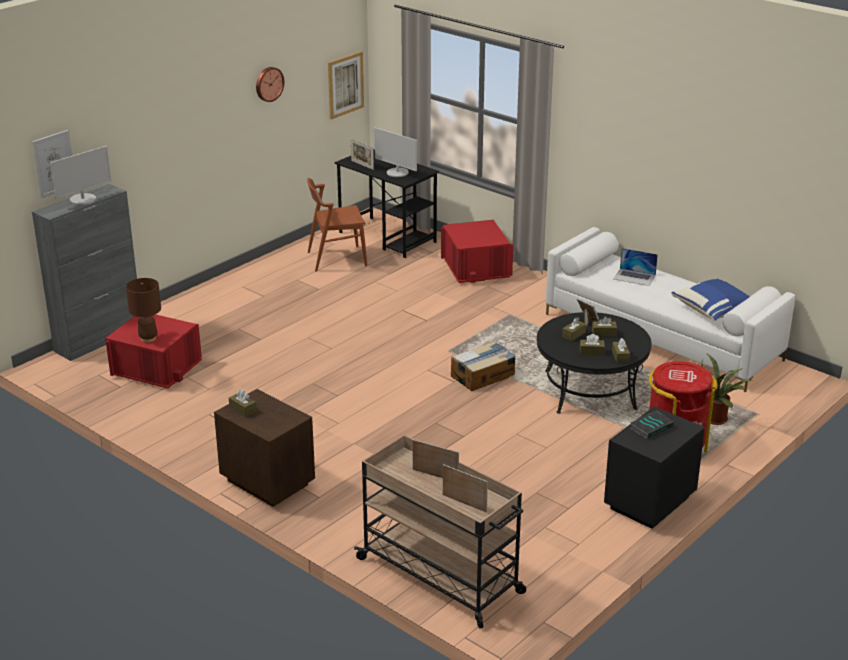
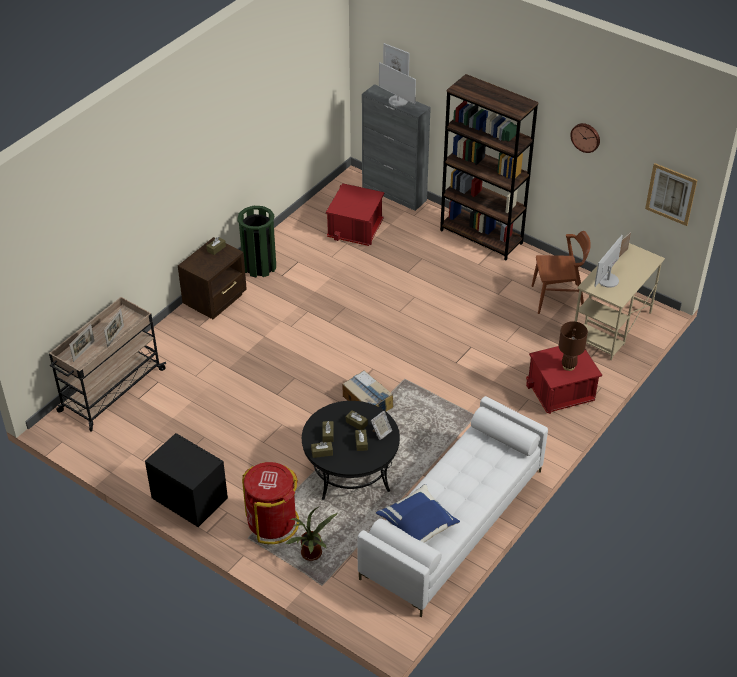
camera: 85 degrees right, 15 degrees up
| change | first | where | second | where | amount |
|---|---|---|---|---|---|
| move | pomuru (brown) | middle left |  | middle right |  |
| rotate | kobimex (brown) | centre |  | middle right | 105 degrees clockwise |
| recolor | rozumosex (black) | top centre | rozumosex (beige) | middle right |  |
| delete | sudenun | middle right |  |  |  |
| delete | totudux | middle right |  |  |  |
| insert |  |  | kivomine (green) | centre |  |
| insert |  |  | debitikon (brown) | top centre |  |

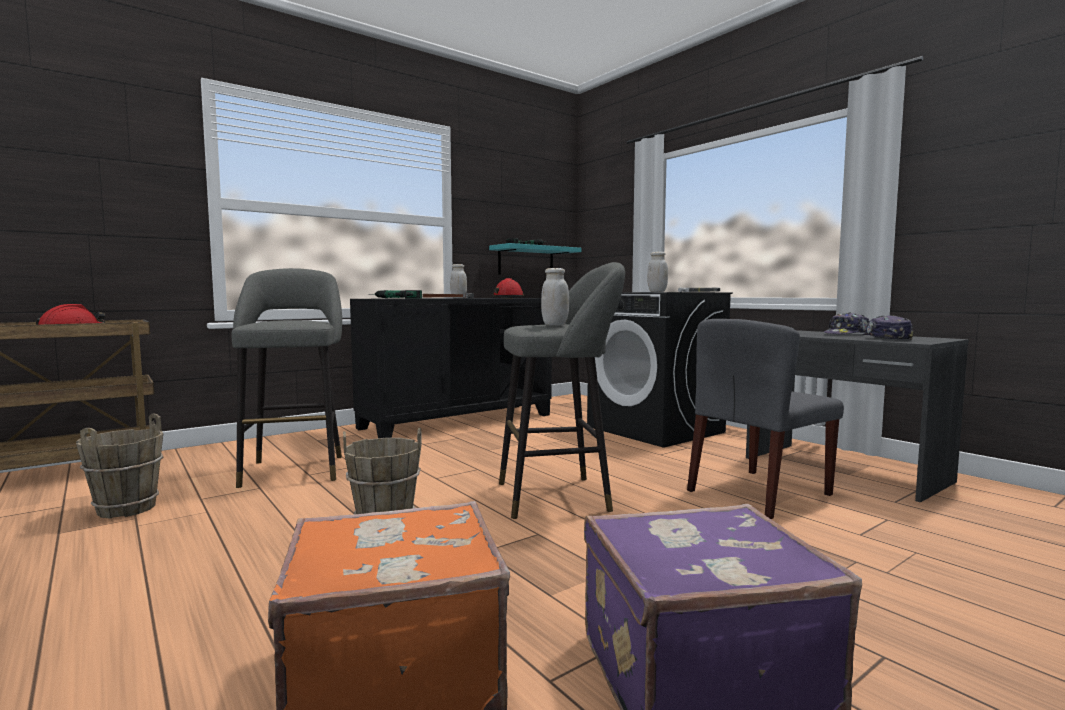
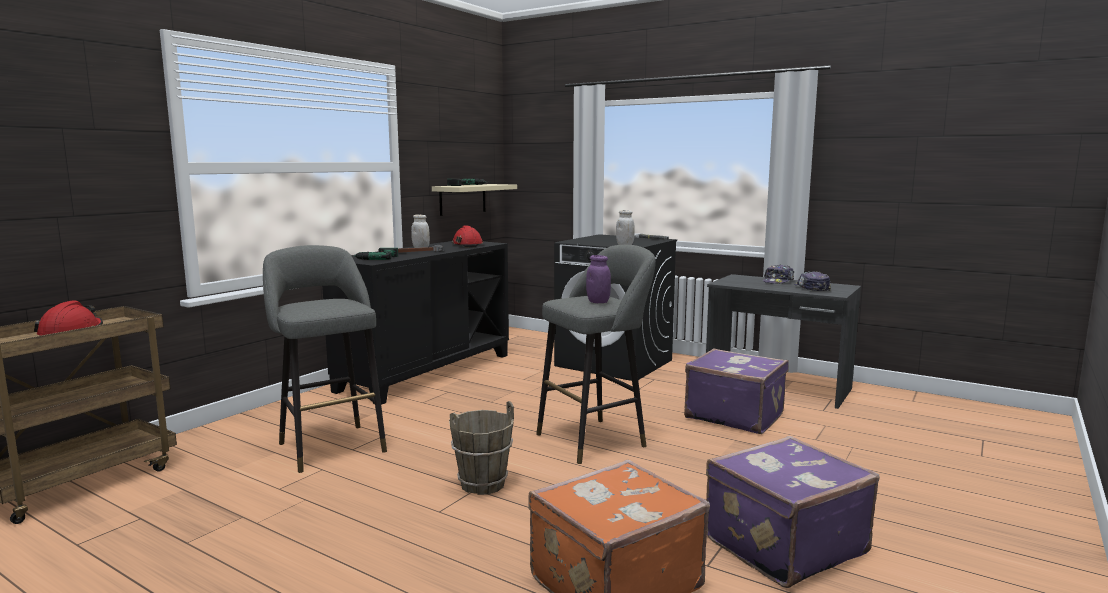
camera: 20 degrees left, 5 degrees up
| change | first | where | second | where | amount |
|---|---|---|---|---|---|
| delete | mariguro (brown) (1st from left) | middle left |  |  |  |
| recolor | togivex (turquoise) | centre | togivex (beige) | centre |  |
| recolor | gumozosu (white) (2nd from left) | centre | gumozosu (purple) | centre |  |
| replace | kobimex (grey) | middle right | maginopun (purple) (1st from left) | centre |  |

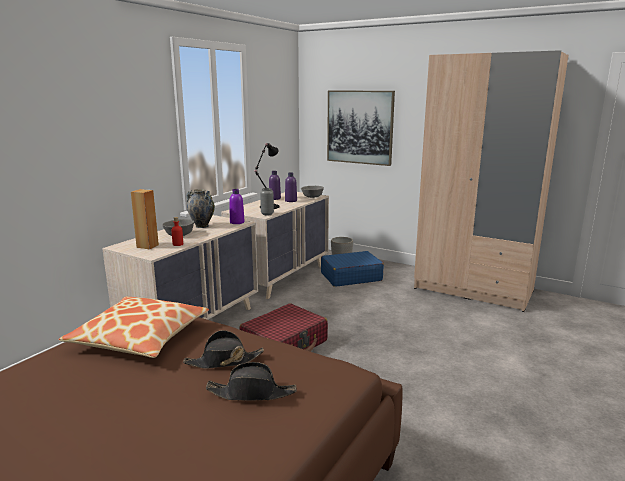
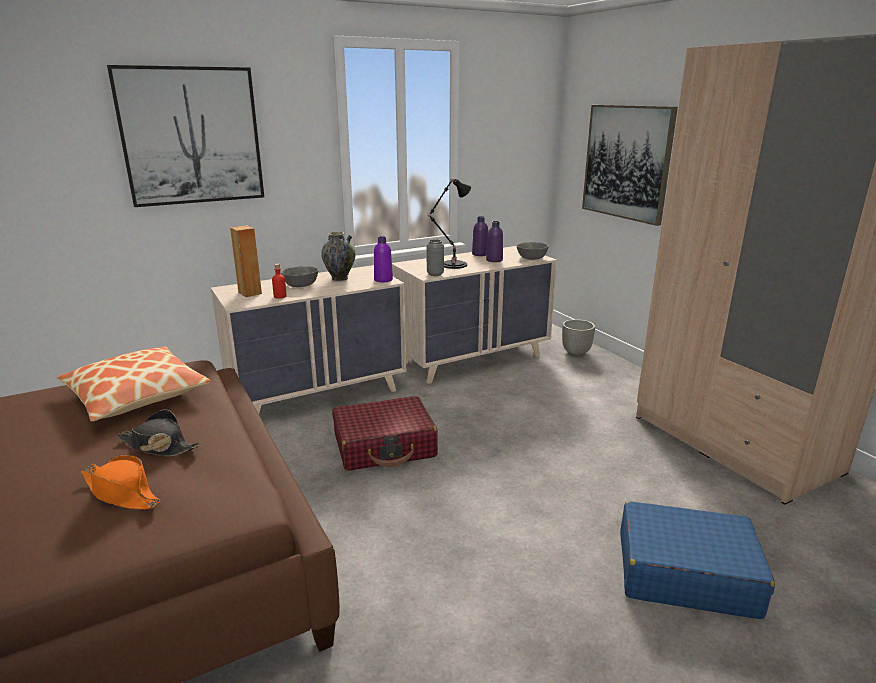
camera: 30 degrees right, 5 degrees up
| change | first | where | second | where | amount |
|---|---|---|---|---|---|
| recolor | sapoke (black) (2nd from left) | bottom centre | sapoke (orange) | bottom left |  |
| move | maginopun (blue) | centre |  | bottom right |  |
| insert |  |  | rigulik (1st from left) | top left |  |

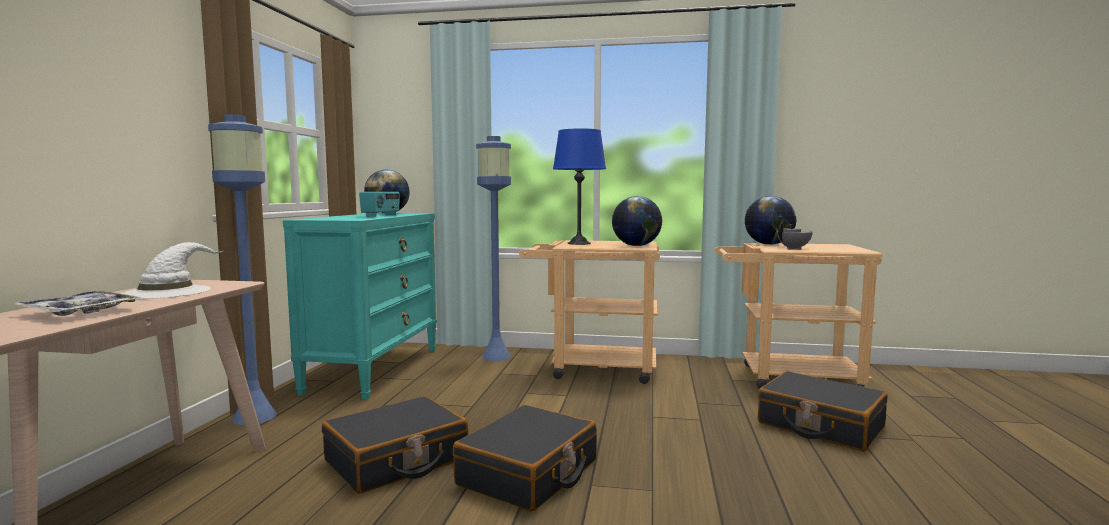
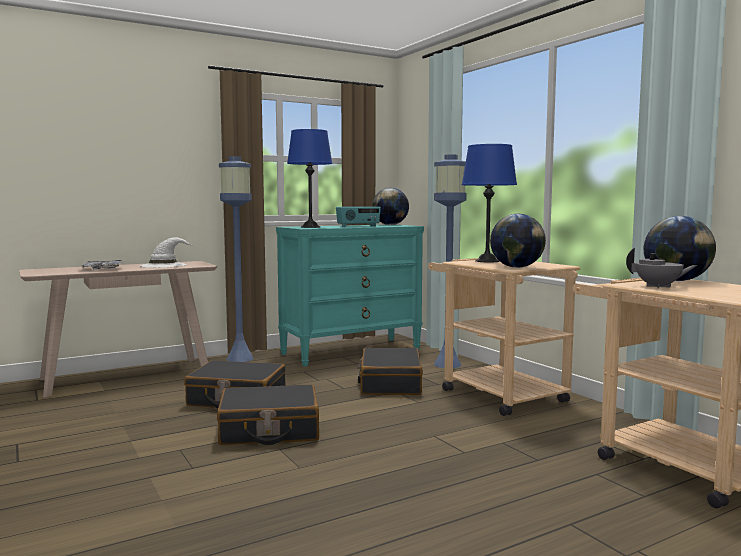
camera: 50 degrees right, 0 degrees up
| change | first | where | second | where | amount |
|---|---|---|---|---|---|
| move | maginopun (black) (3rd from left) | bottom right |  | bottom centre |  |
| insert |  |  | pomuru (blue) (1st from left) | top centre |  |

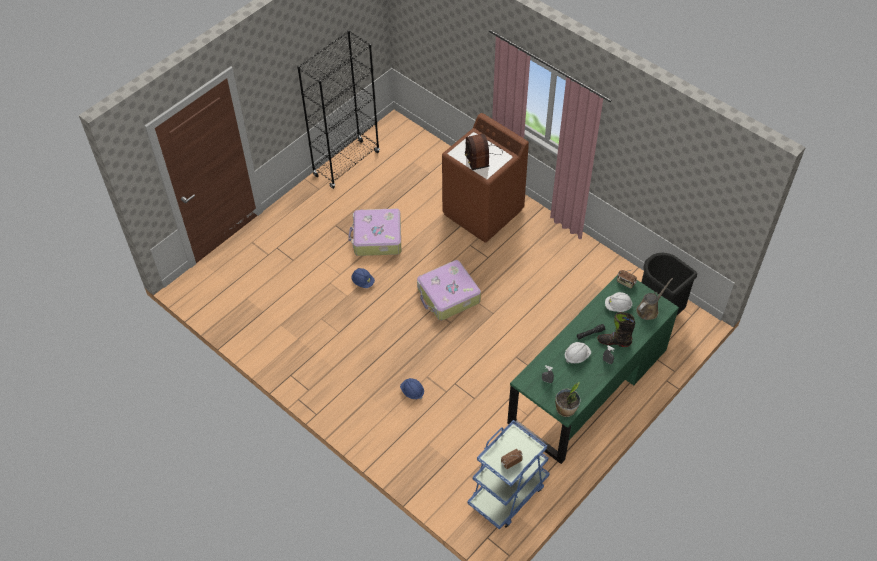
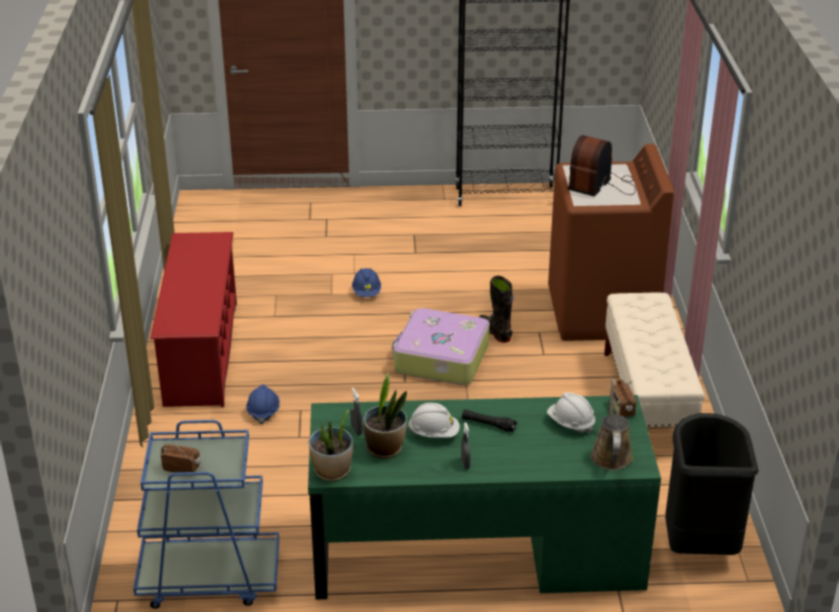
camera: 45 degrees right, 20 degrees down
| change | first | where | second | where | amount |
|---|---|---|---|---|---|
| delete | maginopun (1st from left) | centre |  |  |  |
| move | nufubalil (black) | middle right |  | centre |  |
| rotate | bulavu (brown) | middle right |  | bottom right | 90 degrees counterclockwise |
| insert |  |  | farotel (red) | middle left |  |
| insert |  |  | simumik (2nd from left) | bottom centre |  |
| insert |  |  | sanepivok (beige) | middle right |  |

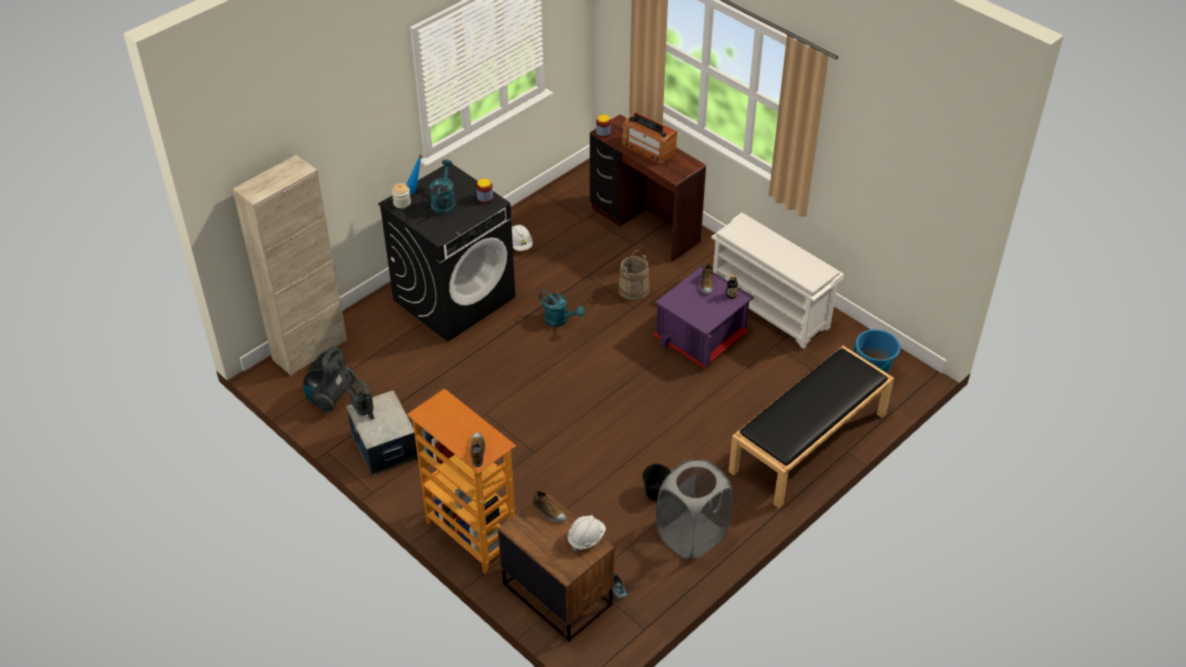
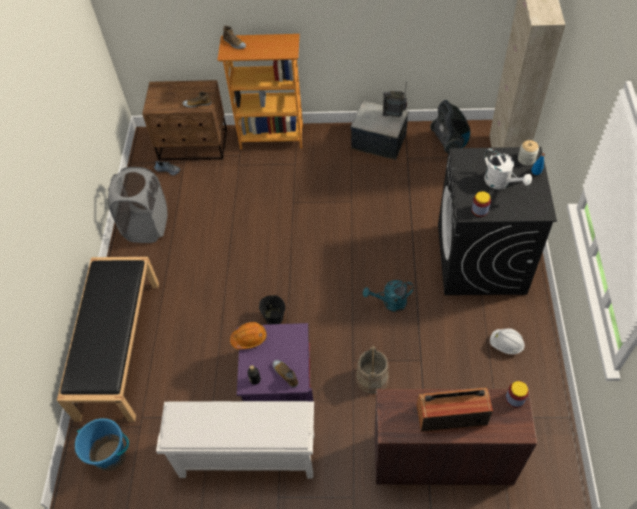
camera: 140 degrees right, 10 degrees up
| change | first | where | second | where | amount |
|---|---|---|---|---|---|
| recolor | bulavu (turquoise) (1st from left) | top centre | bulavu (white) | top right |  |
| delete | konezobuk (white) (2nd from left) | bottom centre |  |  |  |
| move | mariguro (black) | bottom centre |  | centre |  |
| insert |  |  | konezobuk (orange) | centre |  |

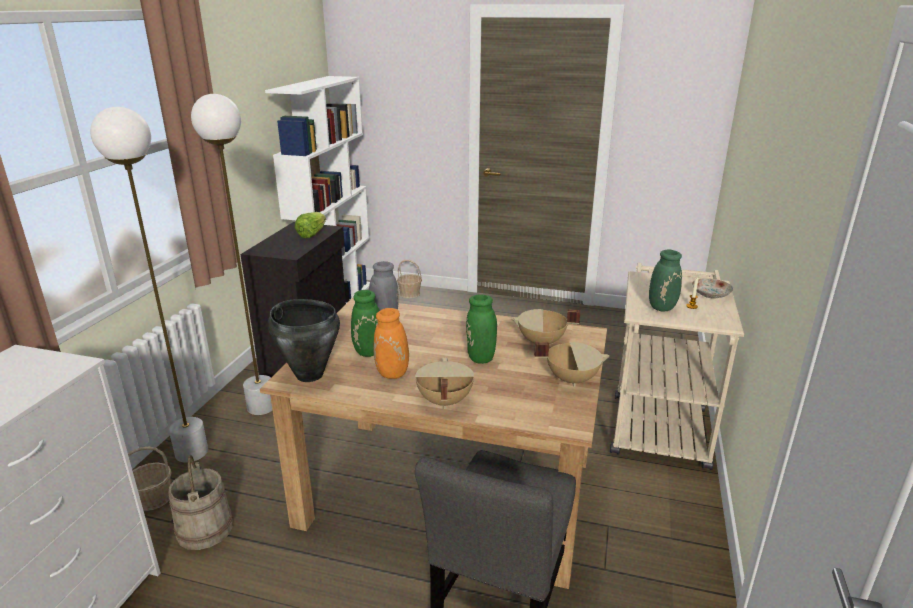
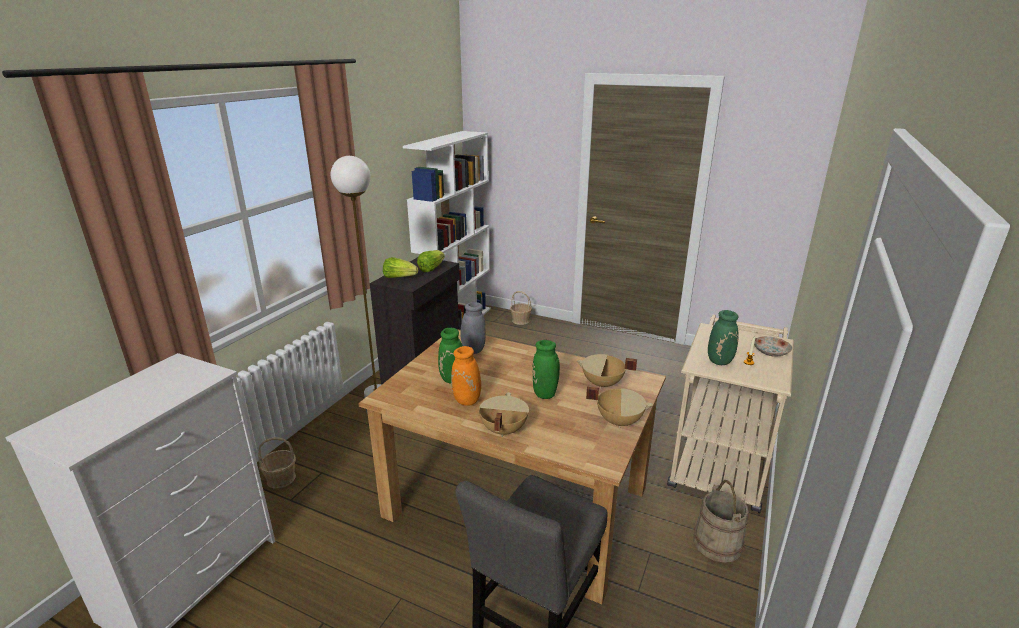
camera: 10 degrees right, 0 degrees up
| change | first | where | second | where | amount |
|---|---|---|---|---|---|
| delete | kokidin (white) (1st from left) | middle left |  |  |  |
| move | mariguro (beige) | bottom left |  | bottom right |  |
| delete | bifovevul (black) | middle left |  |  |  |
| insert |  |  | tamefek (1st from left) | centre |  |

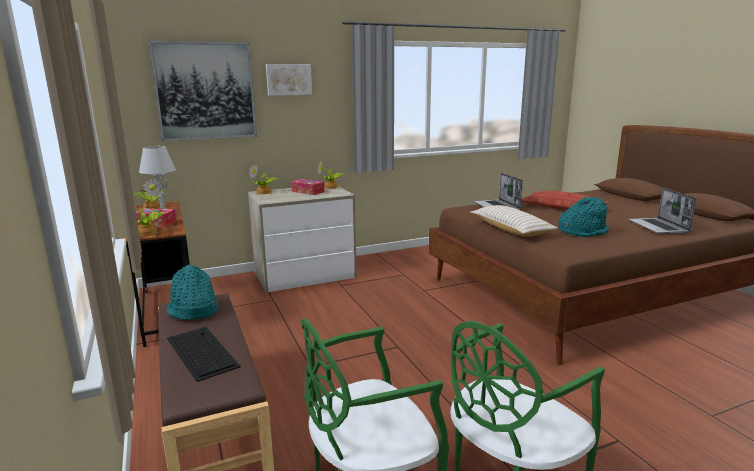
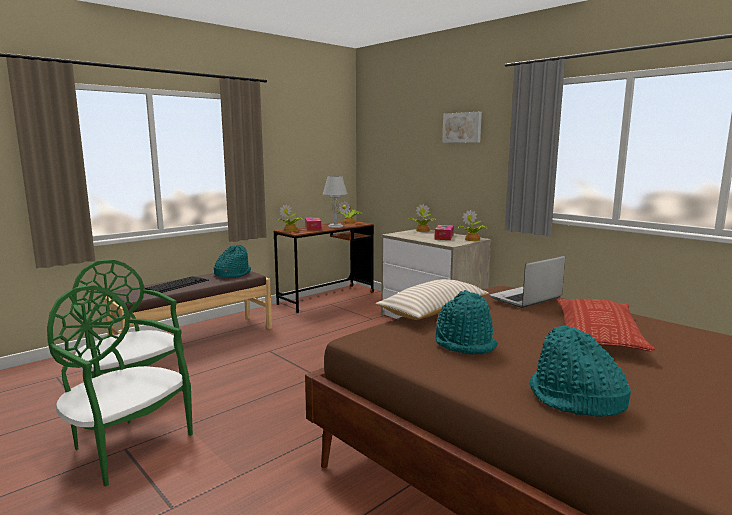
camera: 70 degrees right, 5 degrees down
| change | first | where | second | where | amount |
|---|---|---|---|---|---|
| delete | rigulik (1st from left) | top left |  |  |  |
| replace | sudenun (2nd from left) | middle right | sapoke (turquoise) (3rd from left) | bottom right |  |

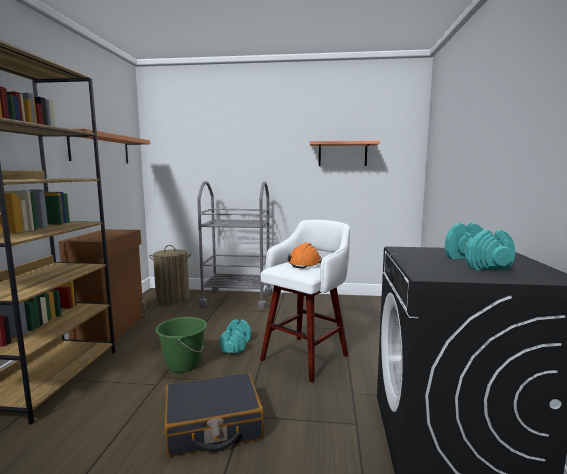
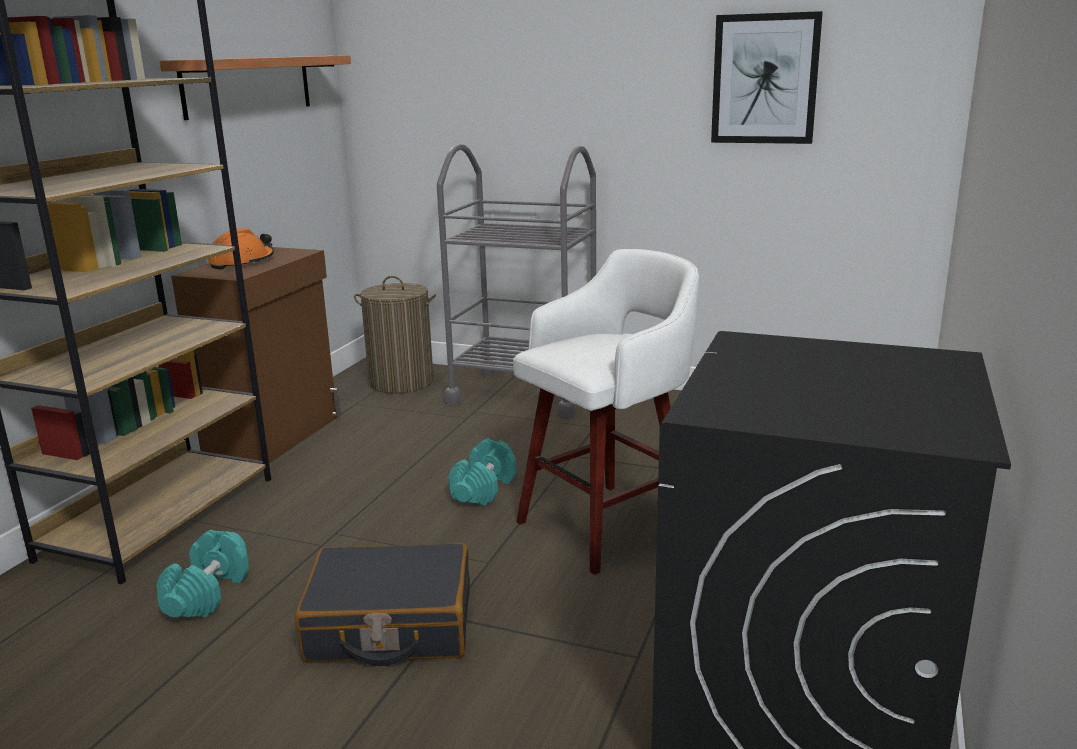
camera: 15 degrees right, 10 degrees up
| change | first | where | second | where | amount |
|---|---|---|---|---|---|
| delete | mariguro (green) | bottom left |  |  |  |
| move | konezobuk (orange) | centre |  | top left |  |
| replace | togivex (2nd from left) | top centre | rigulik | top right |  |
| move | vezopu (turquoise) (2nd from left in the first image) | middle right | vezopu (turquoise) (1st from left) | bottom left |  |

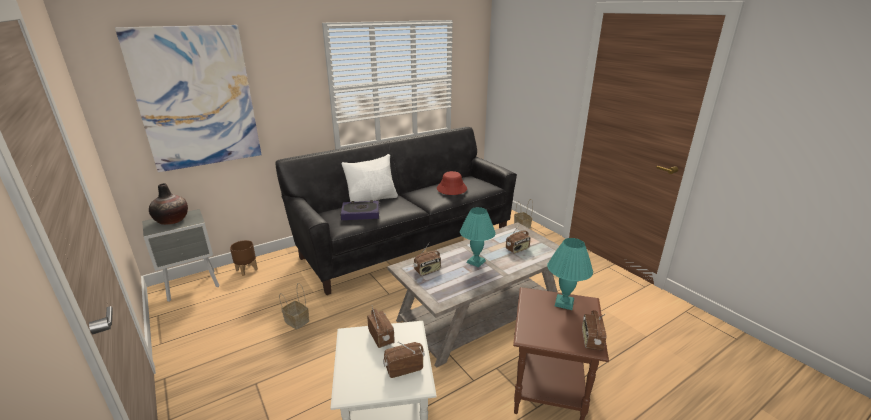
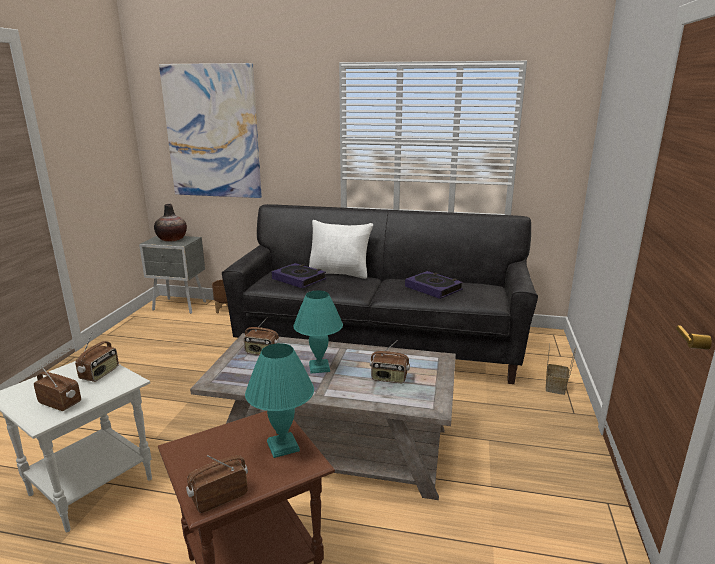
camera: 45 degrees right, 5 degrees down
| change | first | where | second | where | amount |
|---|---|---|---|---|---|
| delete | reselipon (1st from left) | bottom centre |  |  |  |
| replace | sapoke (red) | centre | totudux (2nd from left) | centre |  |

